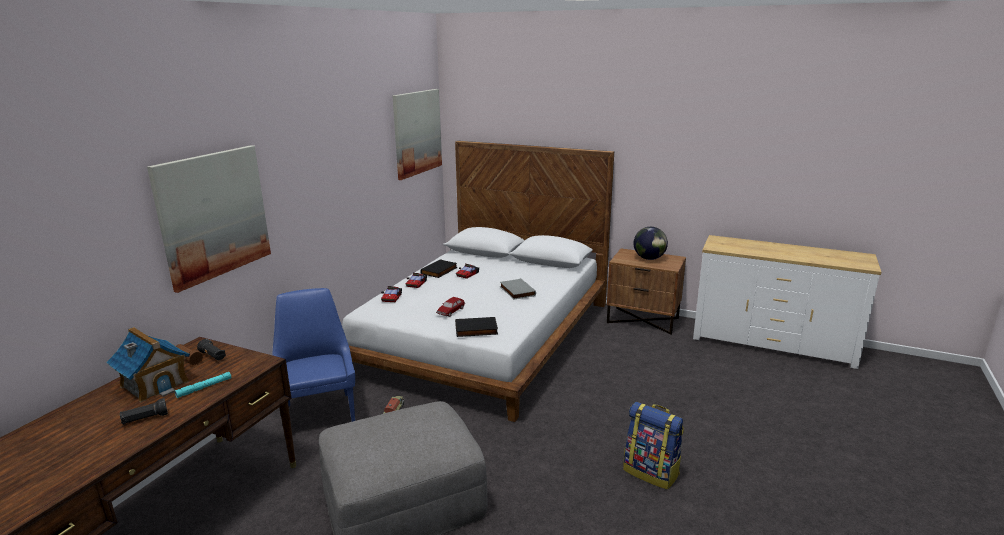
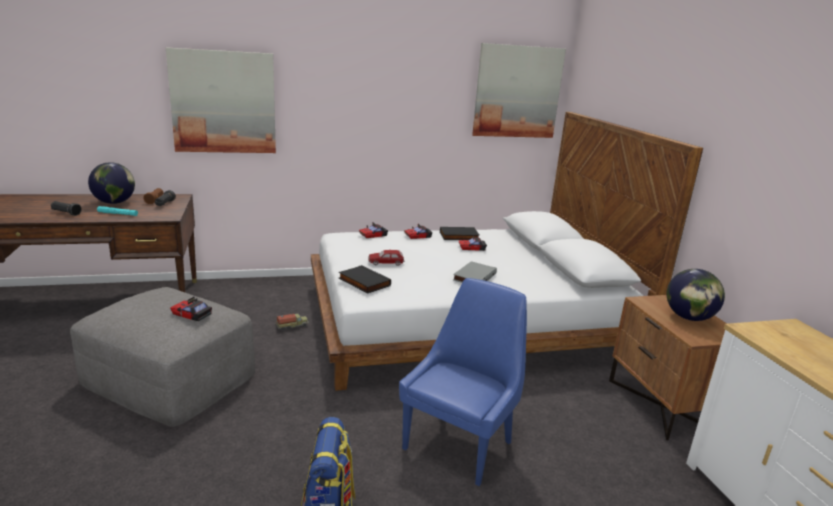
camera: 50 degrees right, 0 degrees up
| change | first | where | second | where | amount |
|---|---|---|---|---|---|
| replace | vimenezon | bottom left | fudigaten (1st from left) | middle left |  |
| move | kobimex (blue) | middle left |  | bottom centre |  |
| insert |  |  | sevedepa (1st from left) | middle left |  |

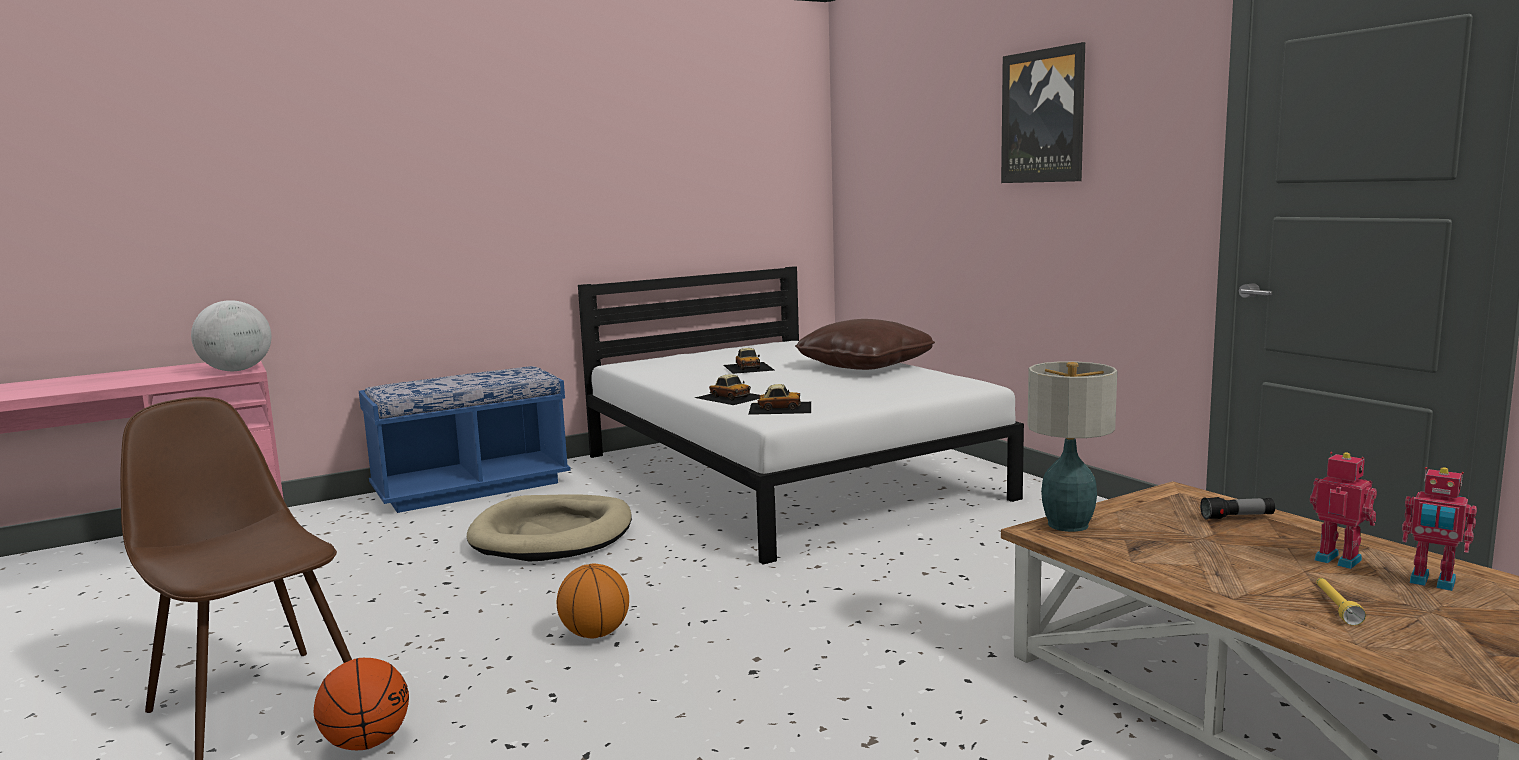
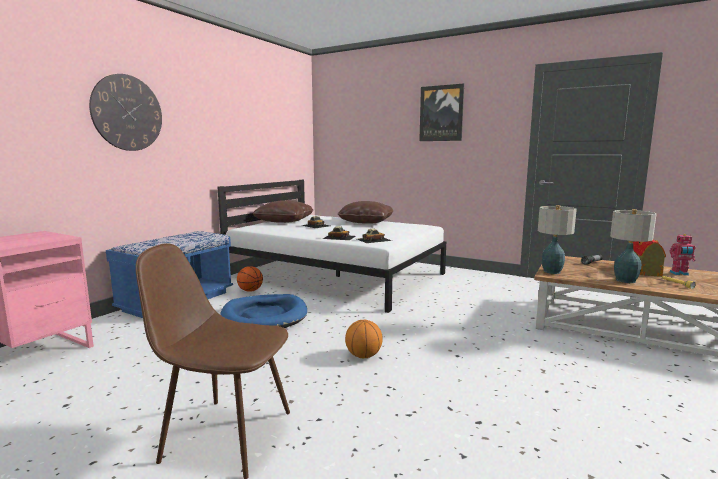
camera: 30 degrees left, 0 degrees up
| change | first | where | second | where | amount |
|---|---|---|---|---|---|
| delete | fudigaten | middle left |  |  |  |
| move | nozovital (1st from left) | bottom left |  | centre |  |
| recolor | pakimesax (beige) | bottom centre | pakimesax (blue) | centre |  |
| replace | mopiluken (1st from left) | bottom right | vimenezon | middle right |  |
| insert |  |  | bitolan | top left |  |
| insert |  |  | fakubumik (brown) (1st from left) | centre |  |
| insert |  |  | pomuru (2nd from left) | middle right |  |

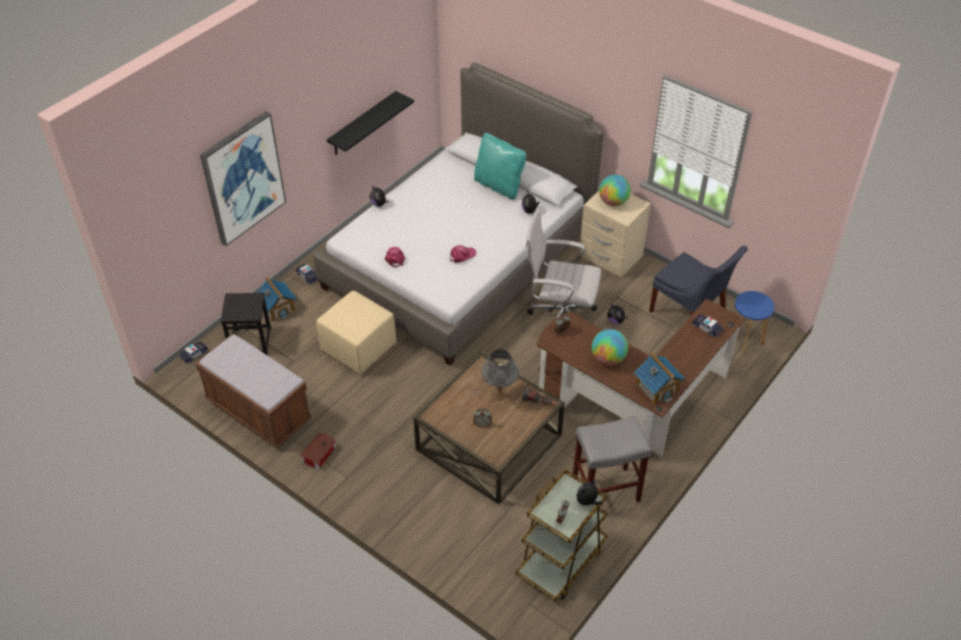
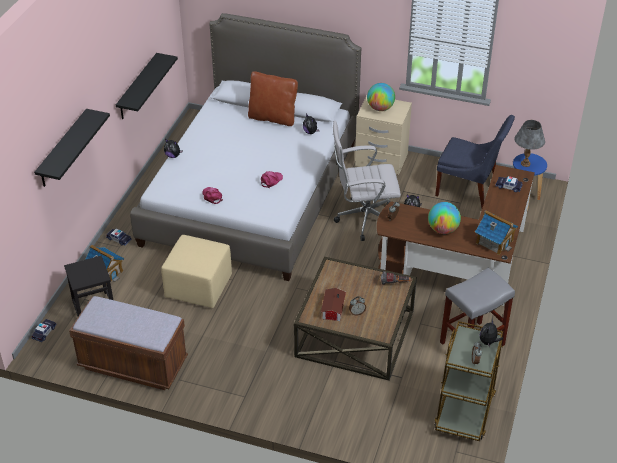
camera: 20 degrees left, 5 degrees down
| change | first | where | second | where | amount |
|---|---|---|---|---|---|
| replace | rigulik | top left | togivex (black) (1st from left) | top left |  |
| move | vimenezon (2nd from left) | bottom left |  | centre |  |
| recolor | fakubumik (turquoise) | top centre | fakubumik (brown) | top centre |  |
| move | pomuru (grey) | centre |  | top right |  |

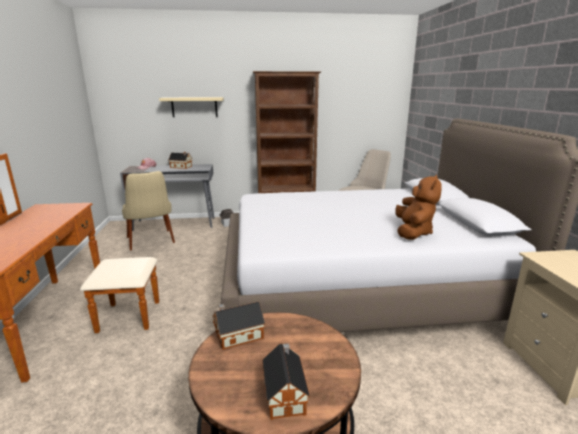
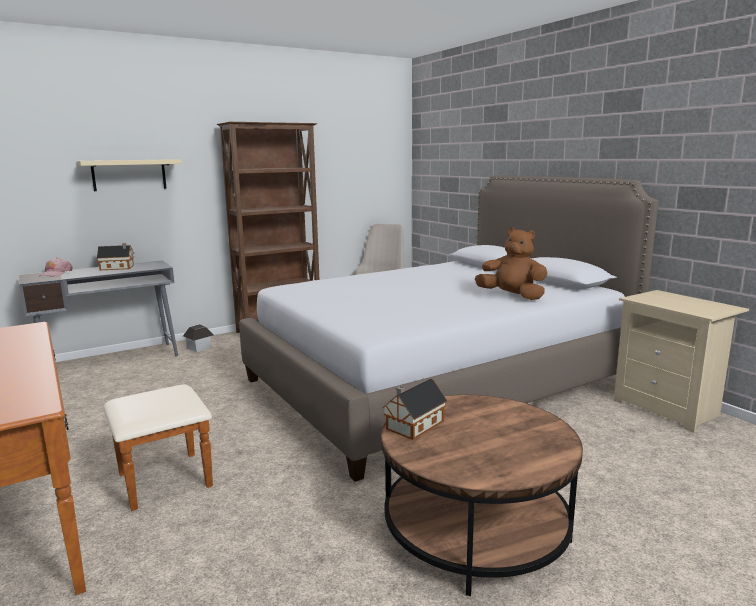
camera: 25 degrees left, 5 degrees down
| change | first | where | second | where | amount |
|---|---|---|---|---|---|
| delete | kobimex (beige) (1st from left) | middle left |  |  |  |
| delete | vimenezon (4th from left) | bottom centre |  |  |  |
| rotate | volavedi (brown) | middle right |  | middle right | 45 degrees counterclockwise |

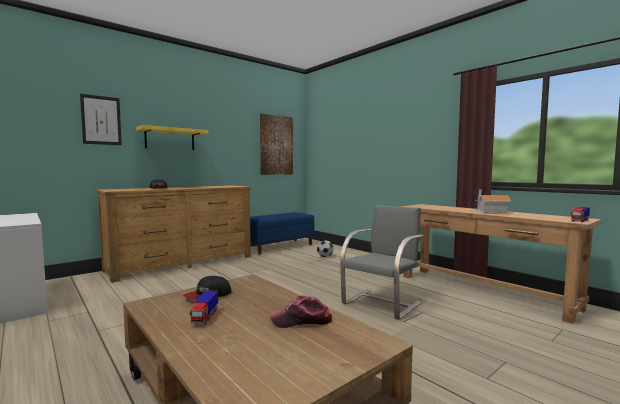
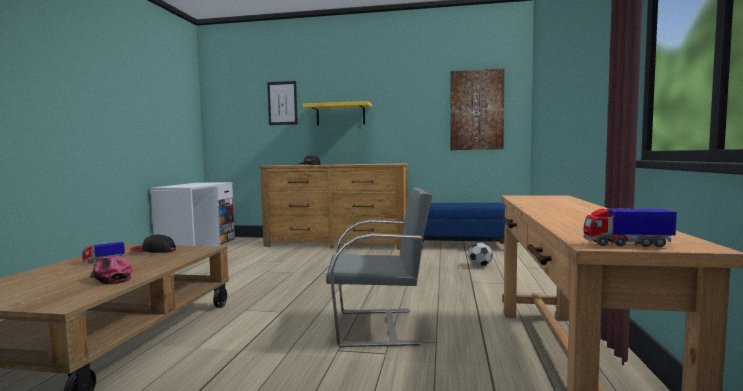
camera: 50 degrees right, 0 degrees up
| change | first | where | second | where | amount |
|---|---|---|---|---|---|
| delete | vimenezon | middle right |  |  |  |

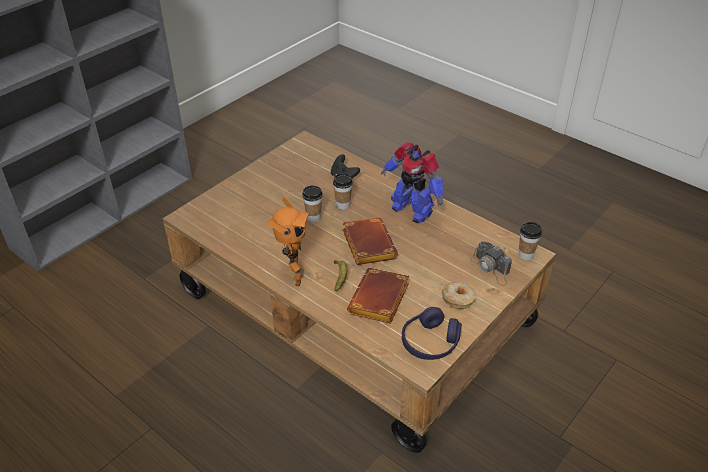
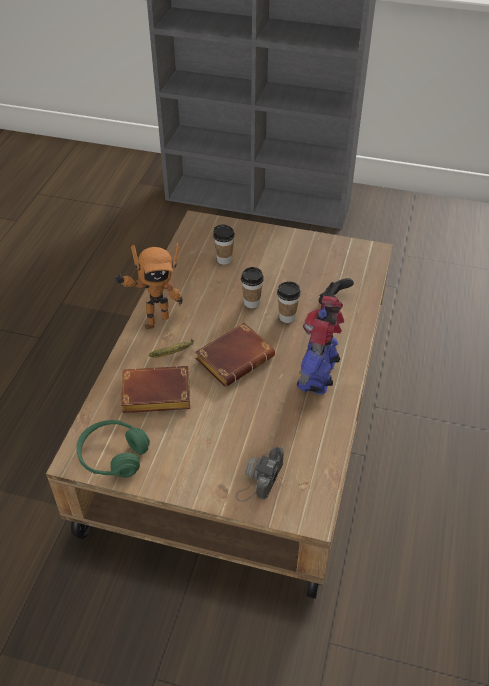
camera: 65 degrees right, 5 degrees up
| change | first | where | second | where | amount |
|---|---|---|---|---|---|
| recolor | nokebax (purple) | bottom centre | nokebax (green) | middle left |  |
| delete | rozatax | centre |  |  |  |
| move | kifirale (3rd from left in the first image) | middle right | kifirale (1st from left) | centre |  |

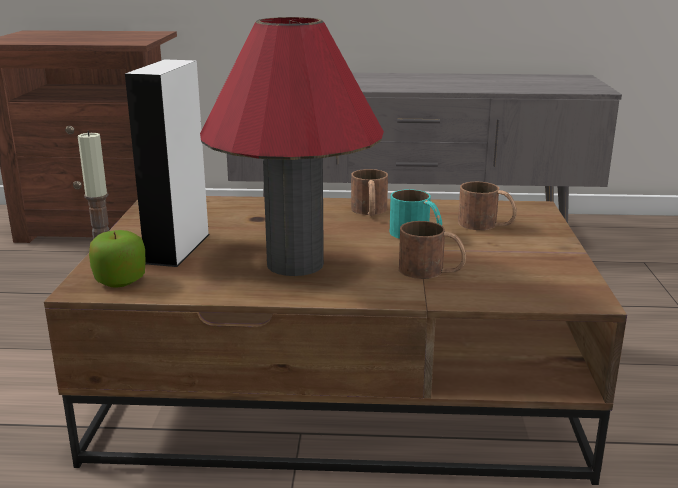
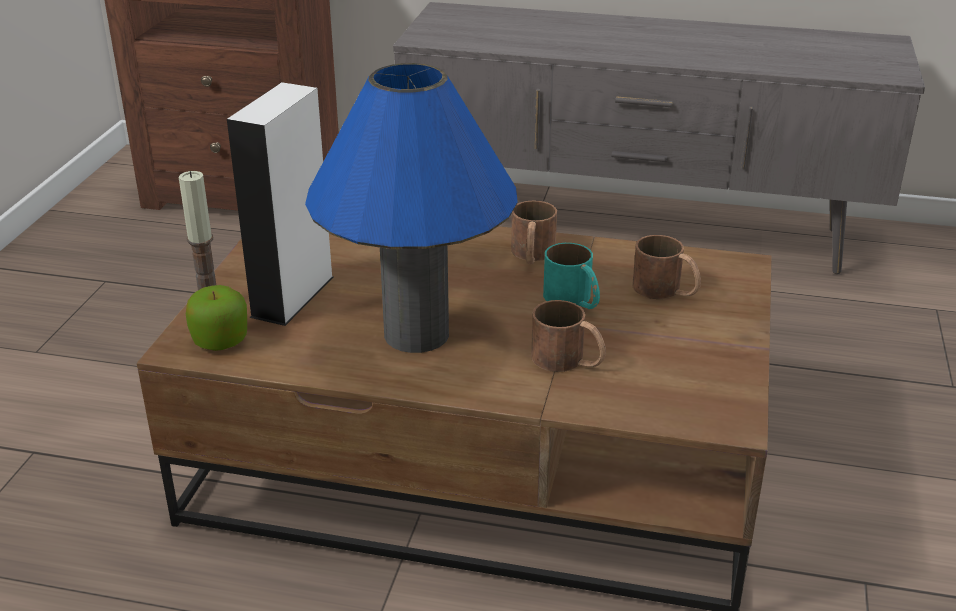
camera: 10 degrees right, 10 degrees up
| change | first | where | second | where | amount |
|---|---|---|---|---|---|
| recolor | pomuru (red) | top centre | pomuru (blue) | centre |  |

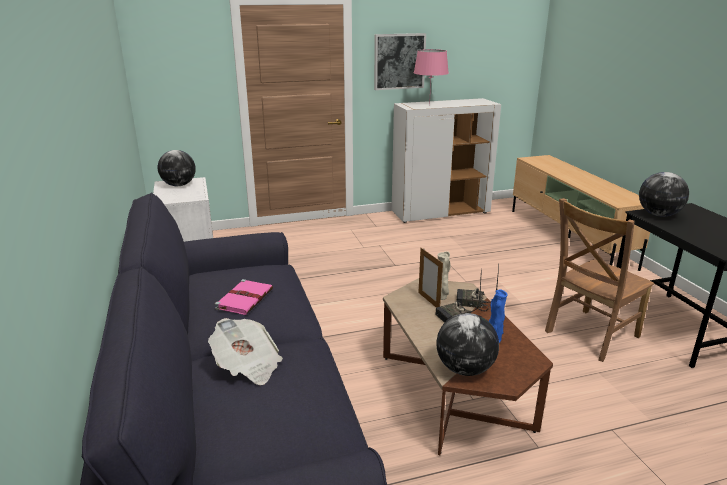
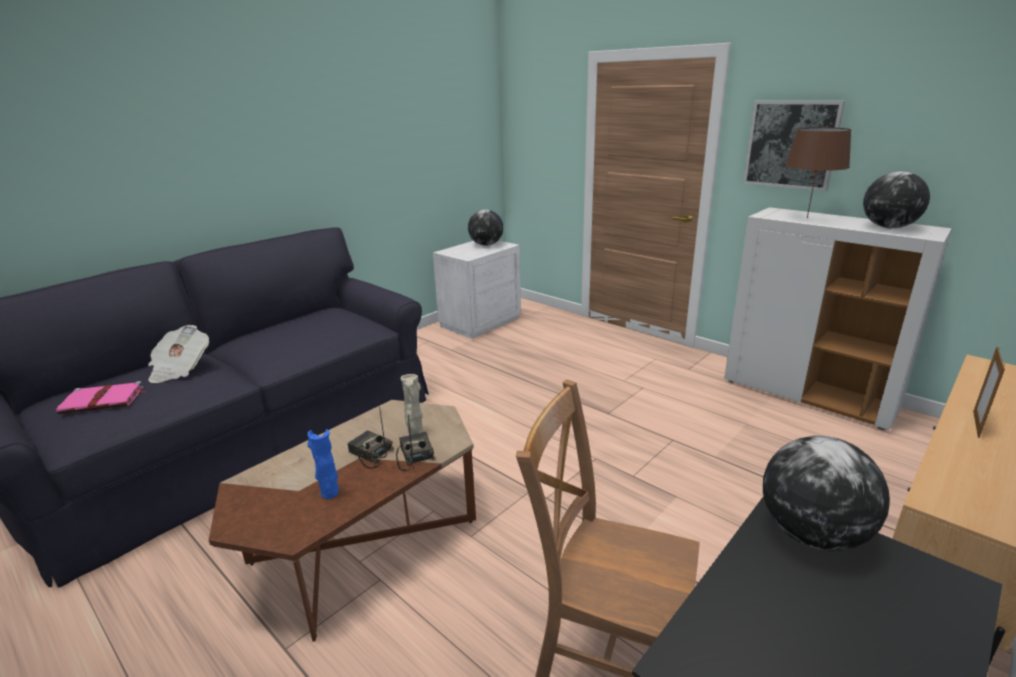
camera: 60 degrees right, 0 degrees up
| change | first | where | second | where | amount |
|---|---|---|---|---|---|
| move | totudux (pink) | centre |  | middle left |  |
| recolor | pomuru (pink) | top centre | pomuru (brown) | top right |  |
| move | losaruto | centre |  | middle right |  |
| move | fudigaten (2nd from left in the first image) | bottom centre | fudigaten (3rd from left) | top right |  |

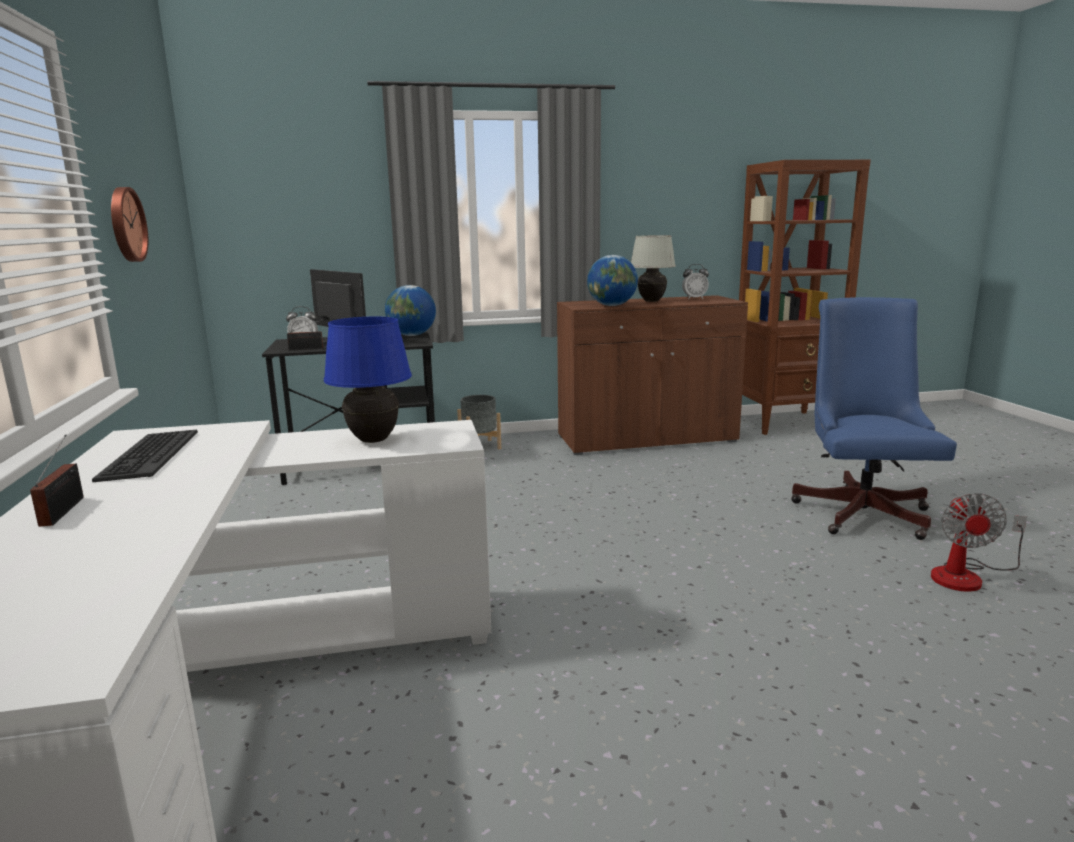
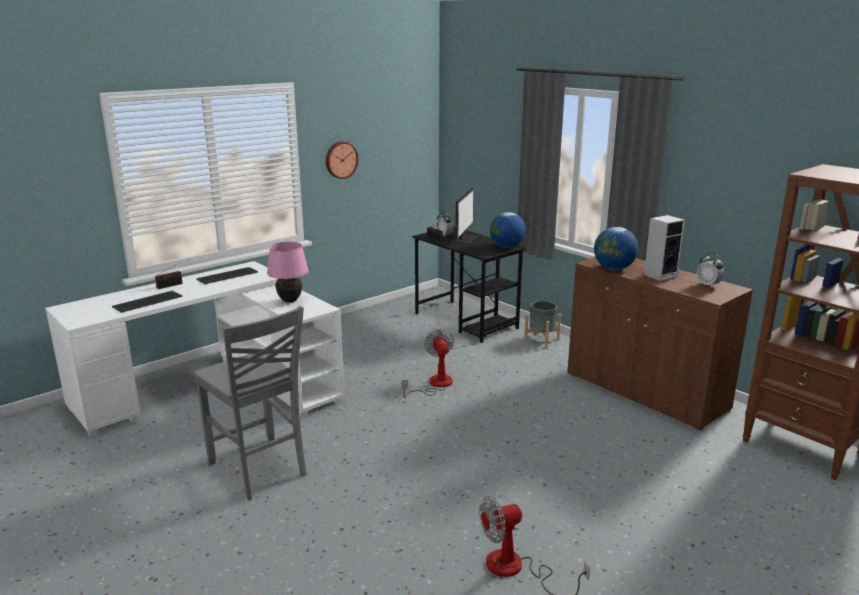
camera: 60 degrees right, 5 degrees up
| change | first | where | second | where | amount |
|---|---|---|---|---|---|
| recolor | pomuru (blue) | centre | pomuru (pink) | centre |  |
| replace | pomuru (white) | top centre | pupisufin | middle right |  |
| delete | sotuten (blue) | middle right |  |  |  |
| insert |  |  | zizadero (1st from left) | middle left |  |
| insert |  |  | kobimex (grey) | bottom left |  |
| insert |  |  | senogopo (1st from left) | centre |  |

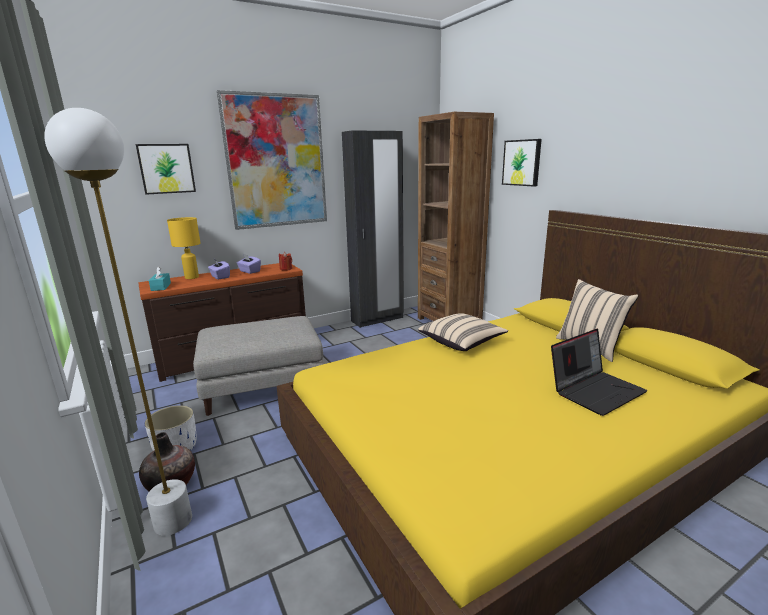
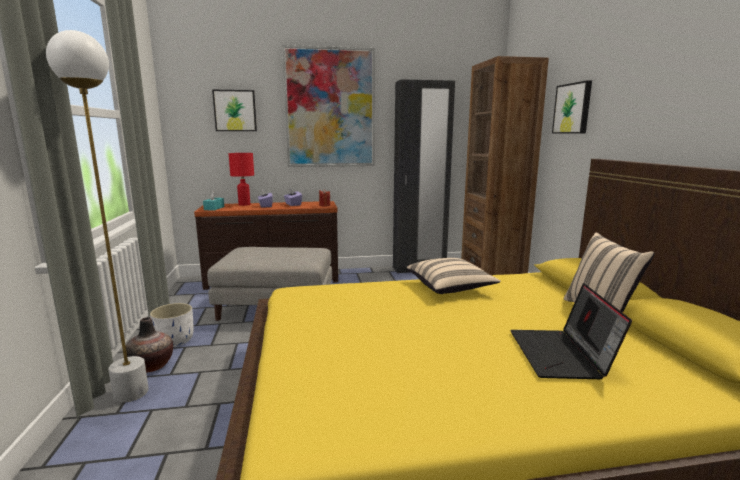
camera: 20 degrees right, 5 degrees down
| change | first | where | second | where | amount |
|---|---|---|---|---|---|
| recolor | pomuru (yellow) | middle left | pomuru (red) | middle left |  |
| rotate | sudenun | middle right |  | bottom right | 105 degrees clockwise |

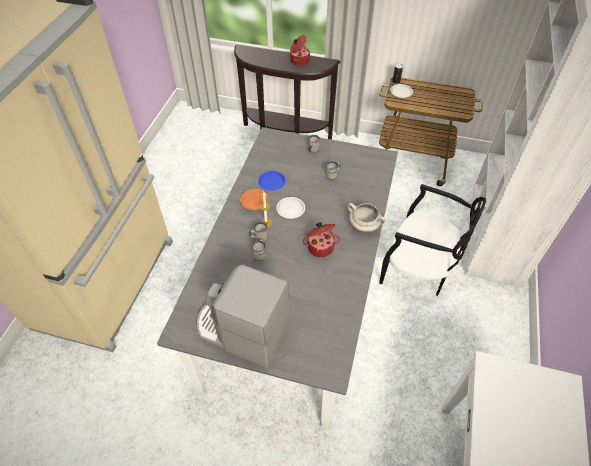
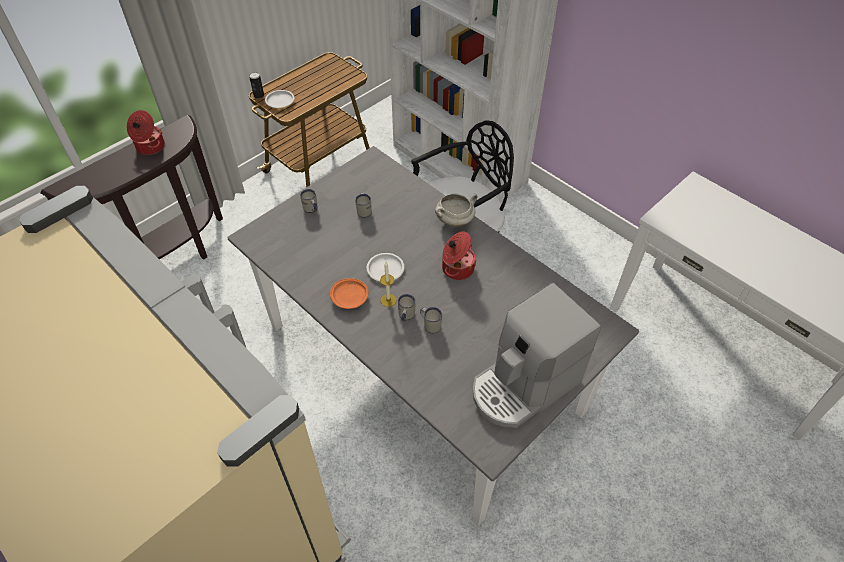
camera: 60 degrees left, 0 degrees up
| change | first | where | second | where | amount |
|---|---|---|---|---|---|
| delete | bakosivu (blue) | centre |  |  |  |

